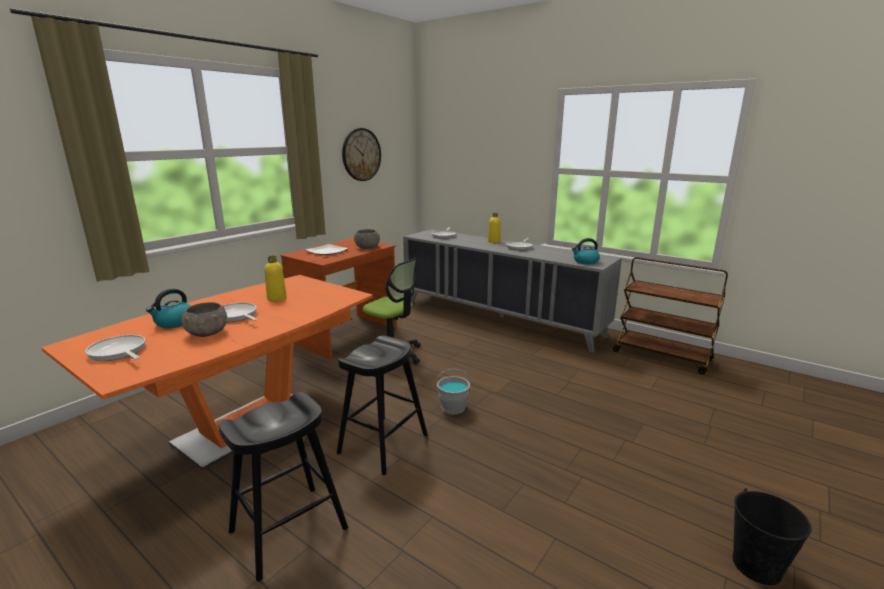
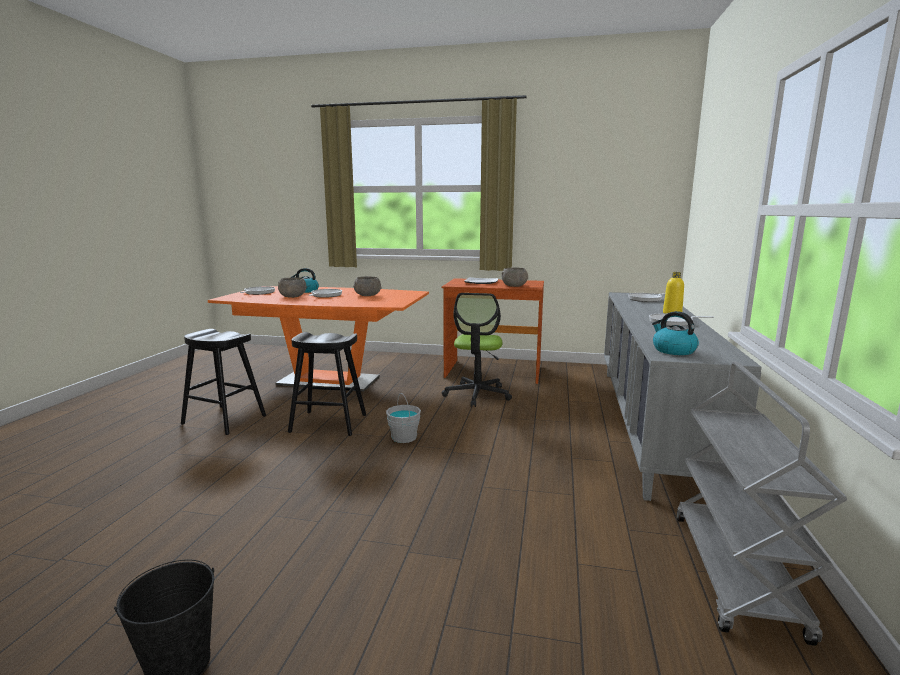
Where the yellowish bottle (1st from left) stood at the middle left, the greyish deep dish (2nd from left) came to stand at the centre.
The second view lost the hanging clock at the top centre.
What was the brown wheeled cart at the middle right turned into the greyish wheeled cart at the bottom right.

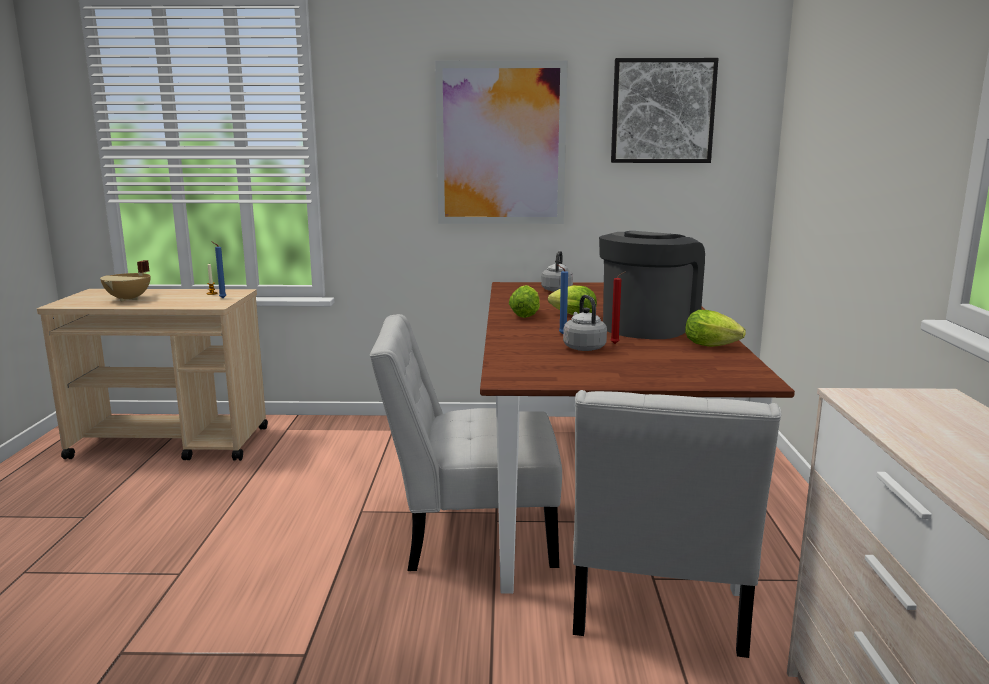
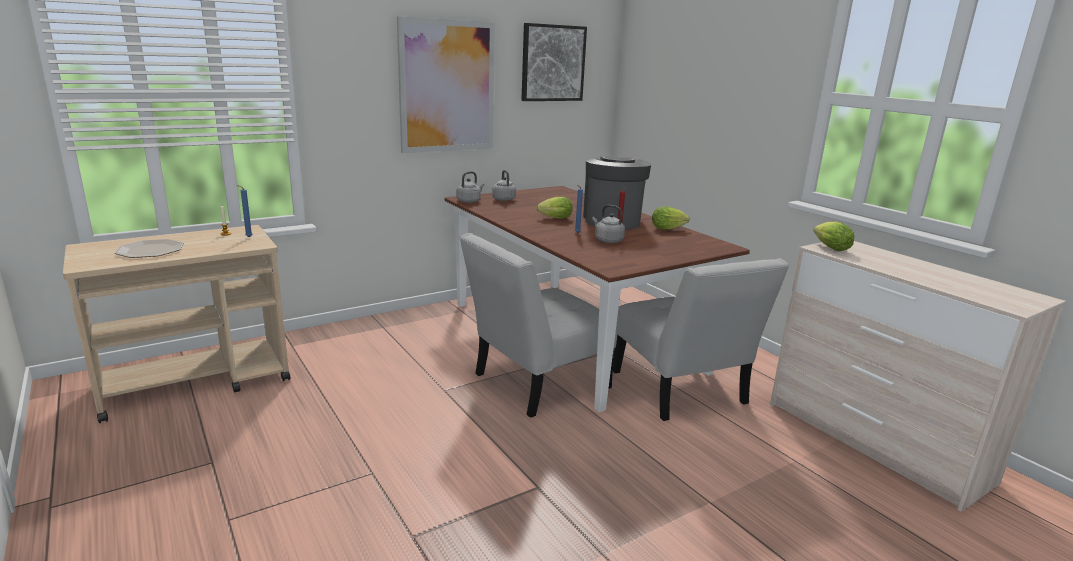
Where the sand-coloured saucepot stood at the middle left, the flat dish came to stand at the middle left.
The lettuce (1st from left in the first image) ended up elsewhere, having gone from the centre to the middle right.
The second view gained the greyish kettle (1st from left) at the centre.

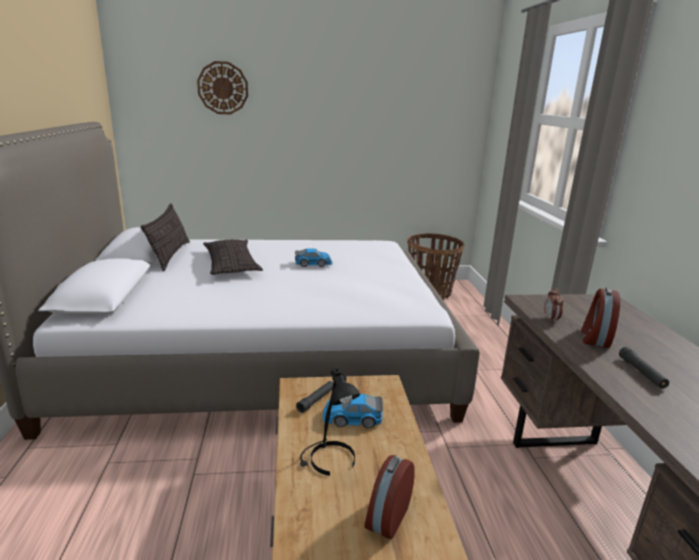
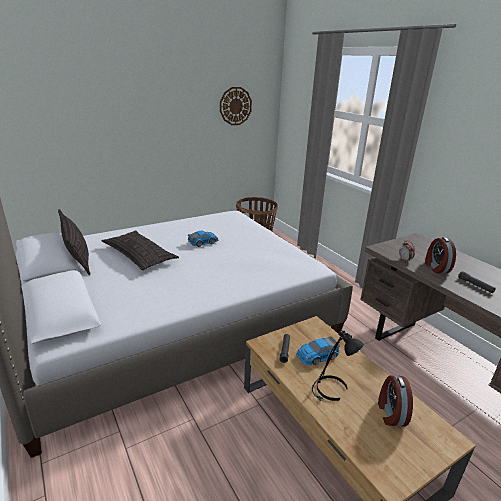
The hanging clock ended up elsewhere, having gone from the top left to the top centre.

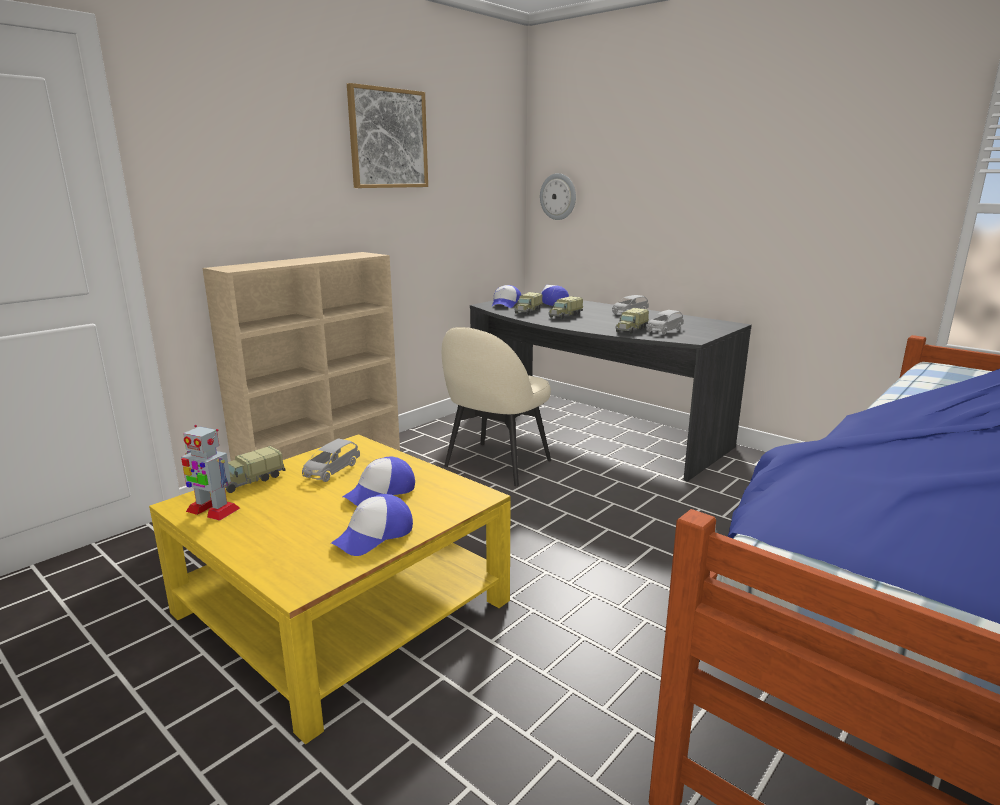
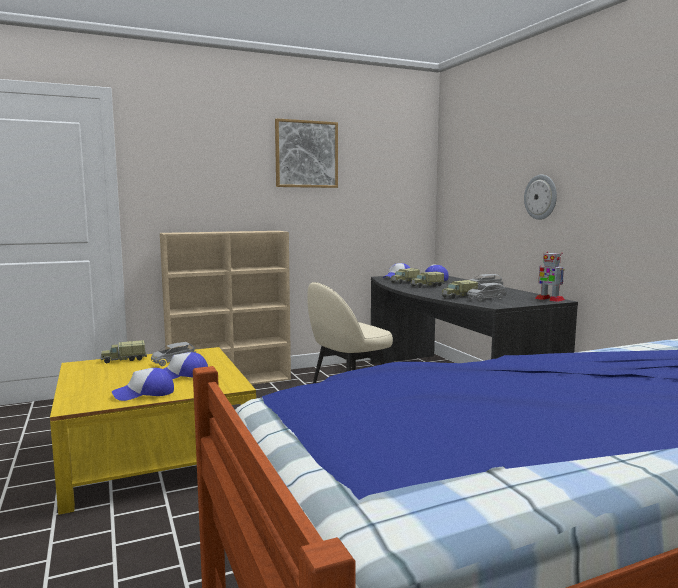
The model robot ended up elsewhere, having gone from the middle left to the middle right.
The hanging clock ended up elsewhere, having gone from the top centre to the middle right.

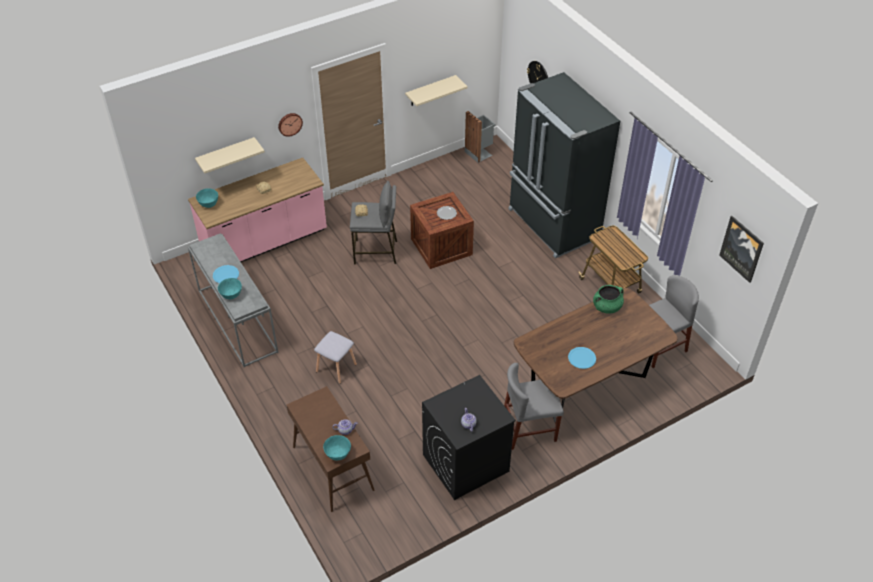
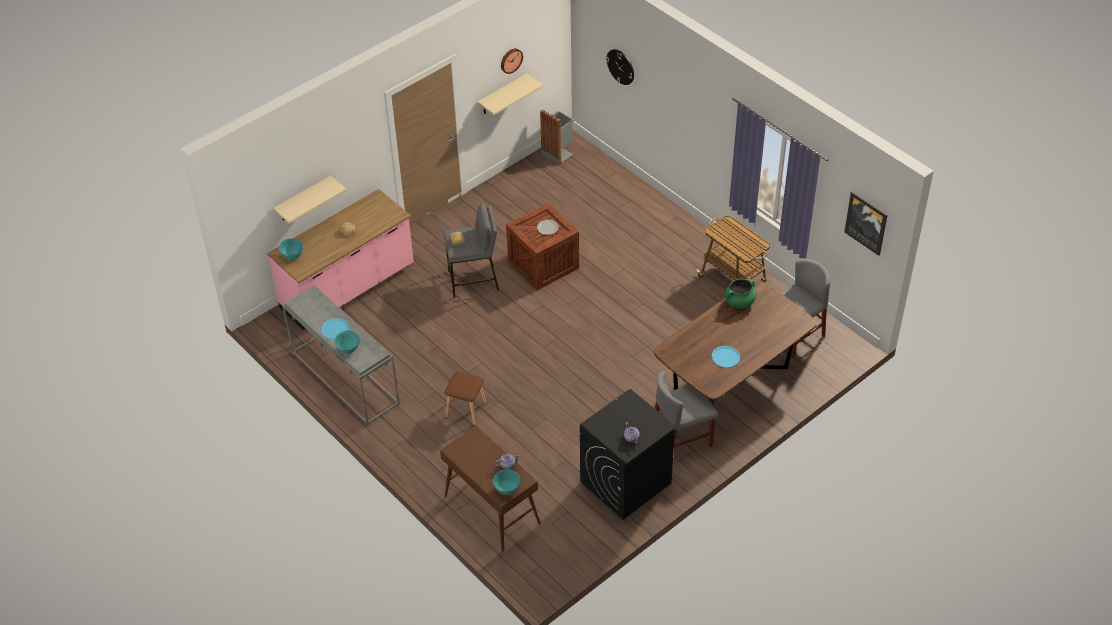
The hanging clock (1st from left) ended up elsewhere, having gone from the top left to the top centre.
What was the greyish sitting stool (1st from left) at the centre turned into the brown sitting stool at the centre.
The second view lost the blackish kitchen fridge at the top centre.

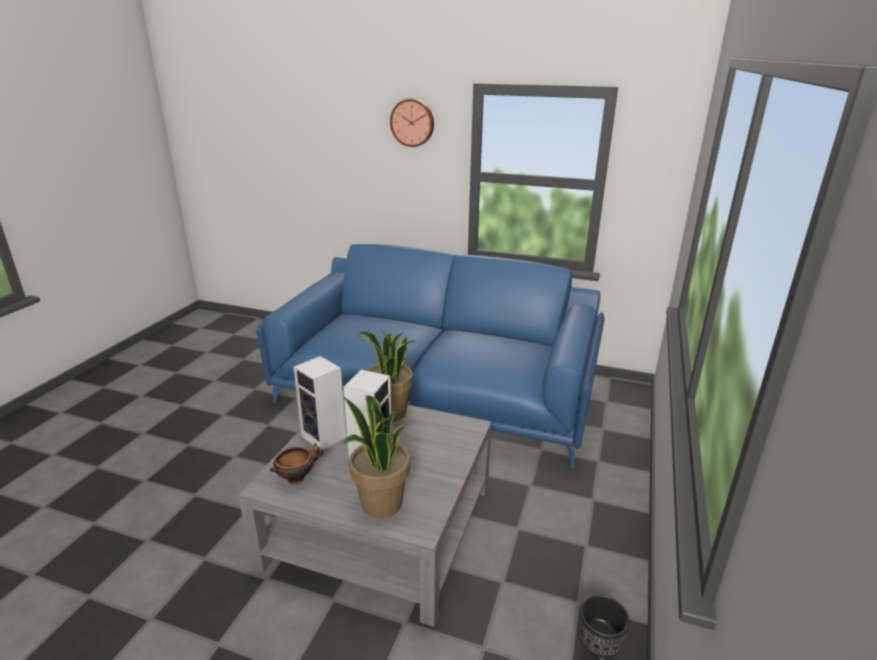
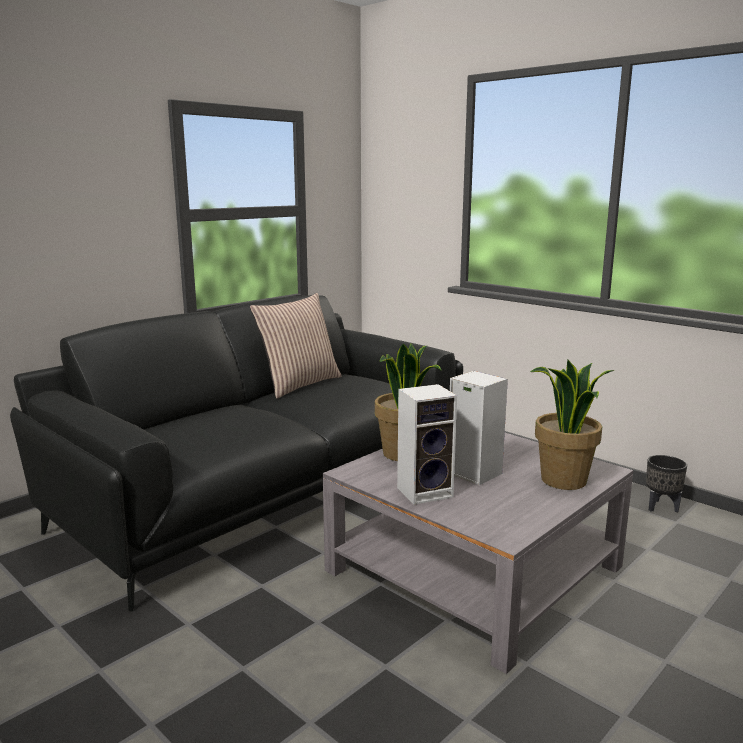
What was the bluish settee at the centre turned into the blackish settee at the middle left.
The second view lost the deep dish at the bottom centre.
The second view lost the hanging clock at the top centre.
The second view gained the pillow at the centre.

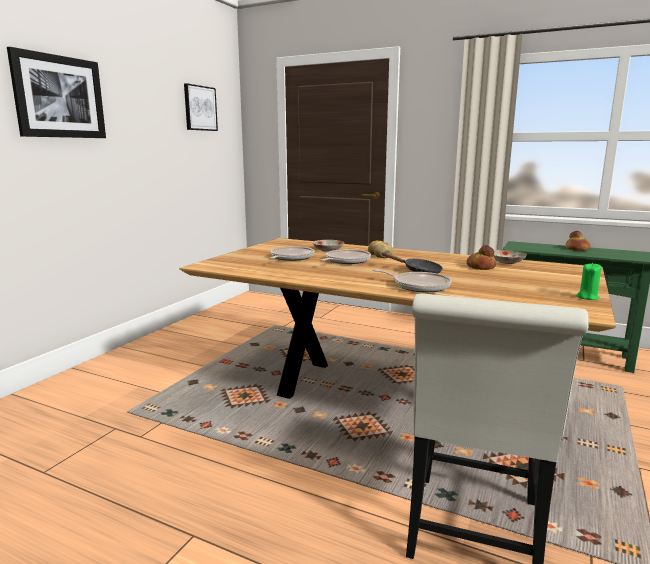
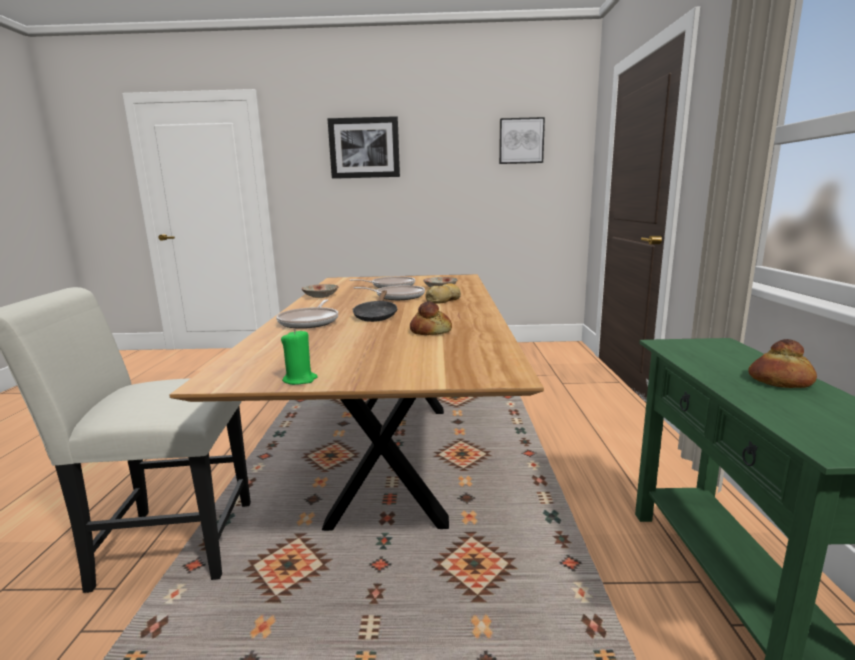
The flat dish (2nd from left in the first image) ended up elsewhere, having gone from the middle right to the centre.

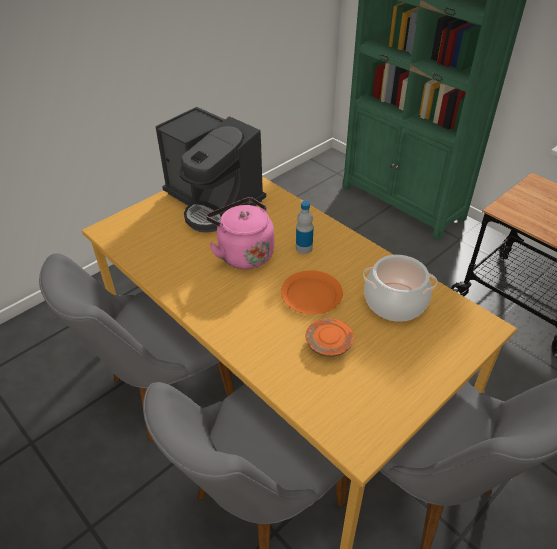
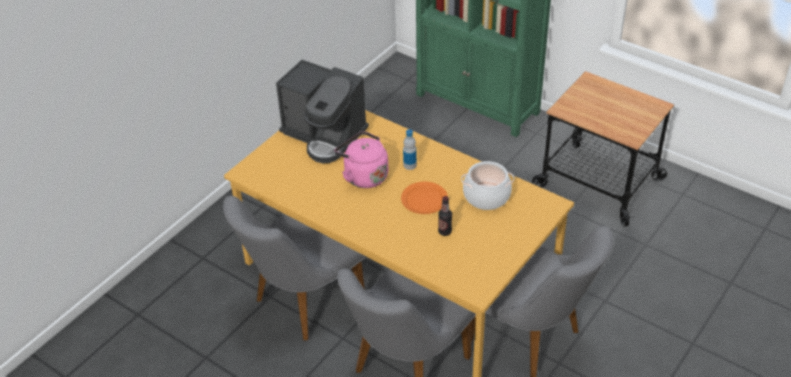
Where the orangey flat dish (2nd from left) stood at the centre, the bottle (2nd from left) came to stand at the centre.

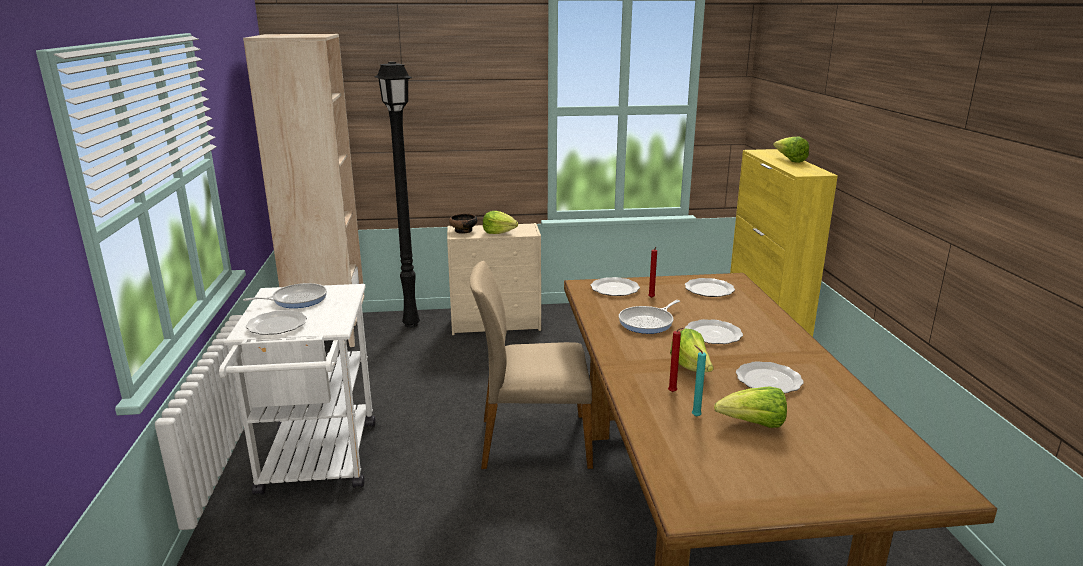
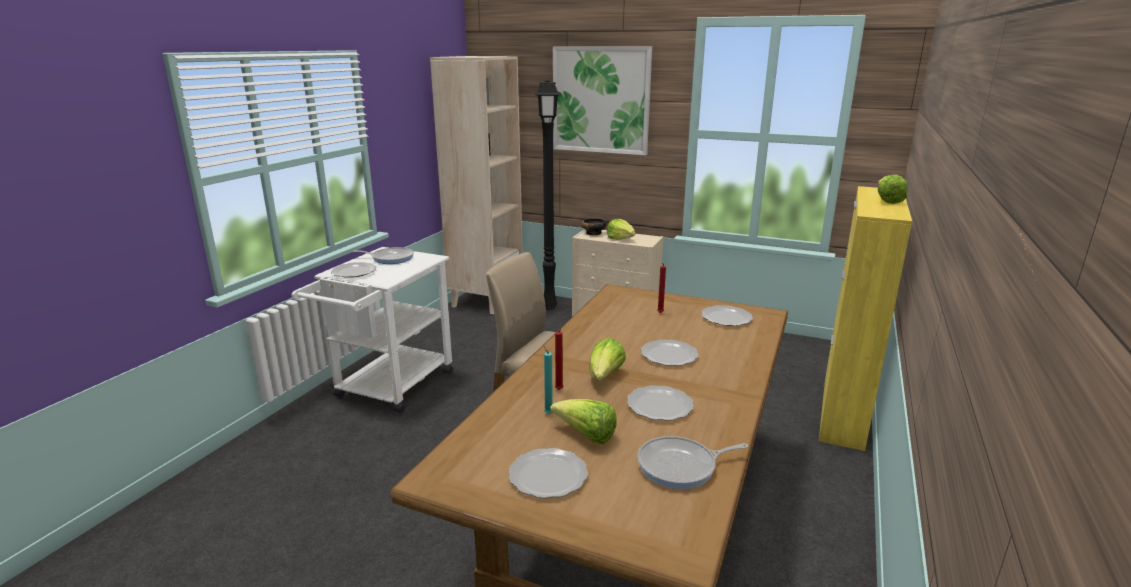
The flat dish (2nd from left) ended up elsewhere, having gone from the centre to the bottom centre.
The pan (2nd from left) ended up elsewhere, having gone from the centre to the bottom centre.
The second view gained the wall art at the top centre.

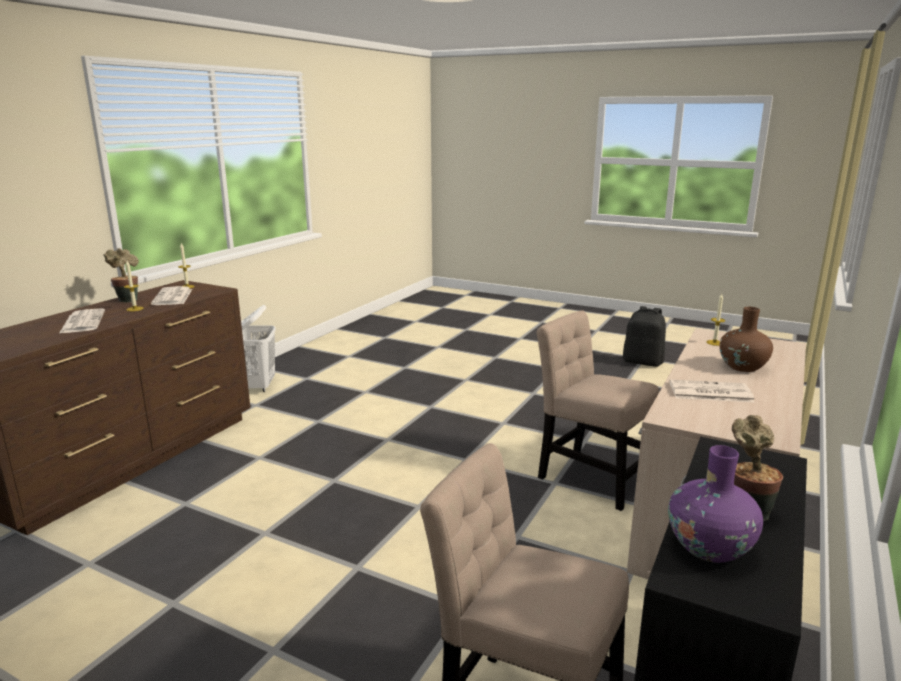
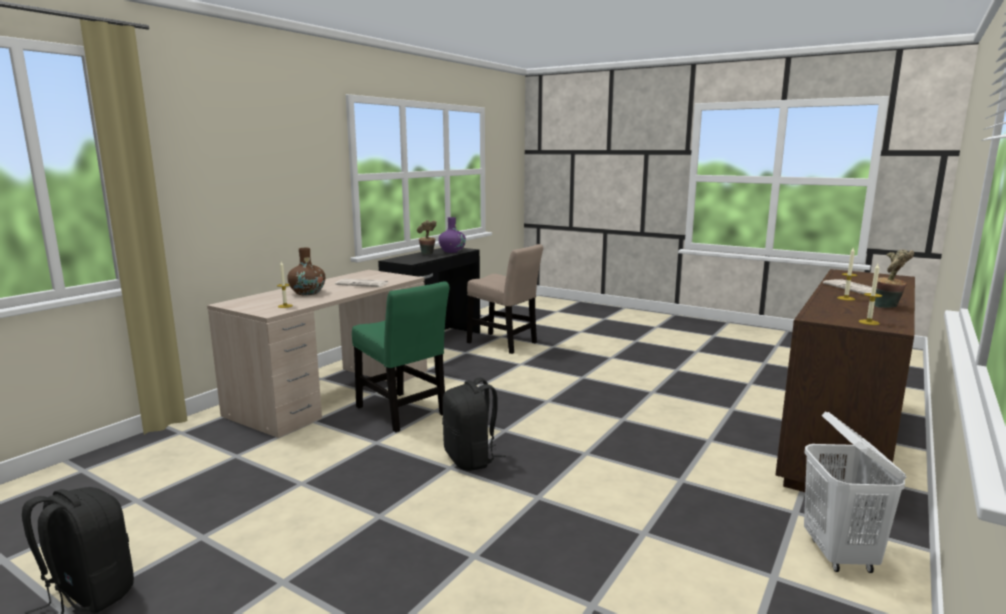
The second view lost the daily paper (2nd from left) at the middle left.
What was the sand-coloured plain chair (2nd from left) at the centre turned into the greenish plain chair at the centre.
The second view gained the blackish knapsack (2nd from left) at the bottom centre.

